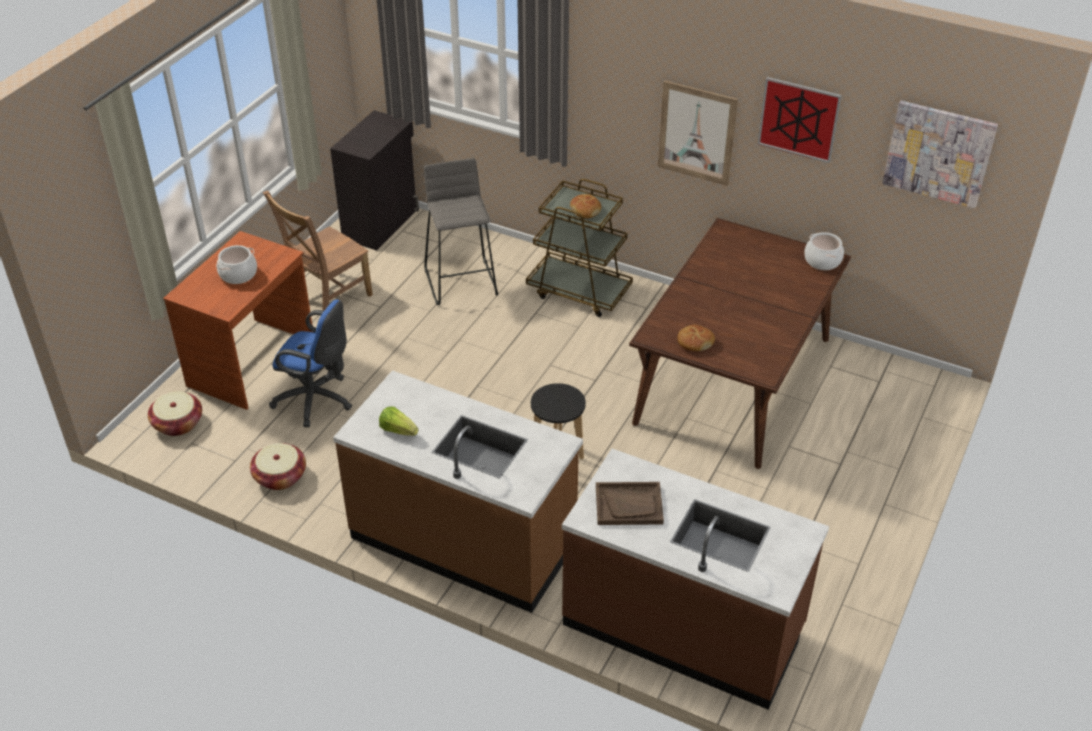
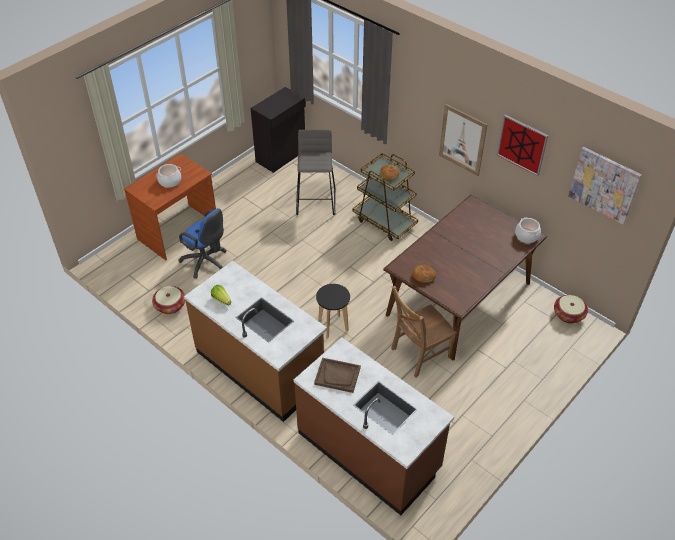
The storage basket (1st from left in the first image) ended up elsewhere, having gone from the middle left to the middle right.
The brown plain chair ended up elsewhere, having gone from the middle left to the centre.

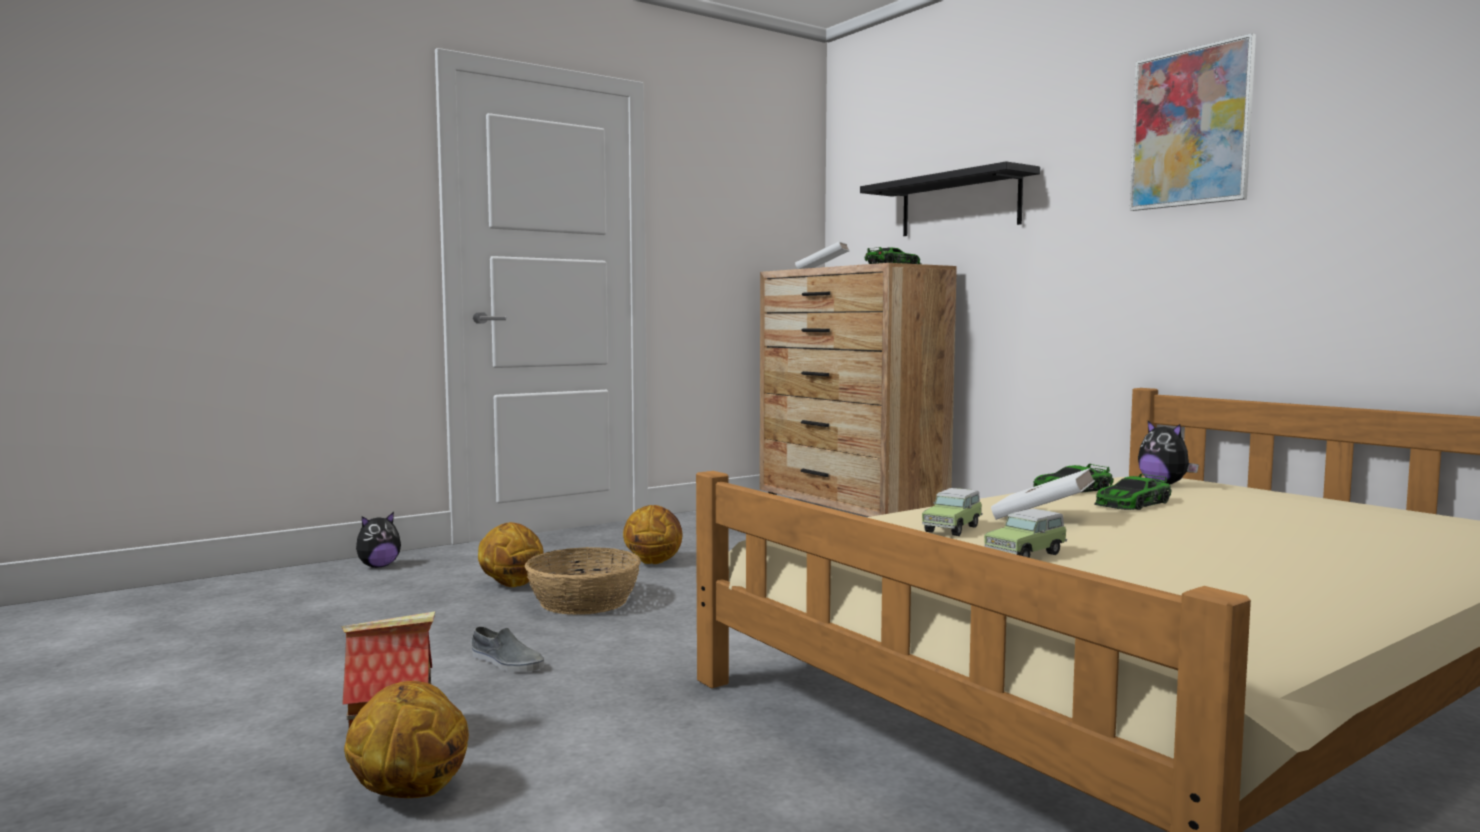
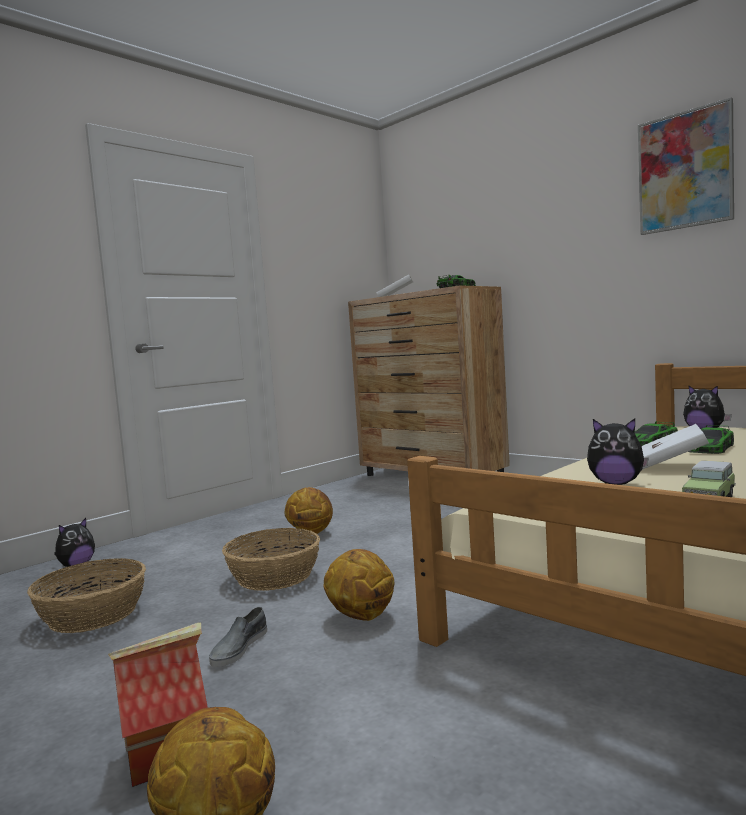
The greyish shoe at the bottom centre ended up facing another way, 90 degrees clockwise from before.
The basketball ball (2nd from left in the first image) ended up elsewhere, having gone from the centre to the bottom centre.
The second view lost the blackish wall shelf at the top centre.
Where the toy car (2nd from left) stood at the centre, the soft toy (2nd from left) came to stand at the middle right.
The second view gained the storage basket (1st from left) at the bottom left.

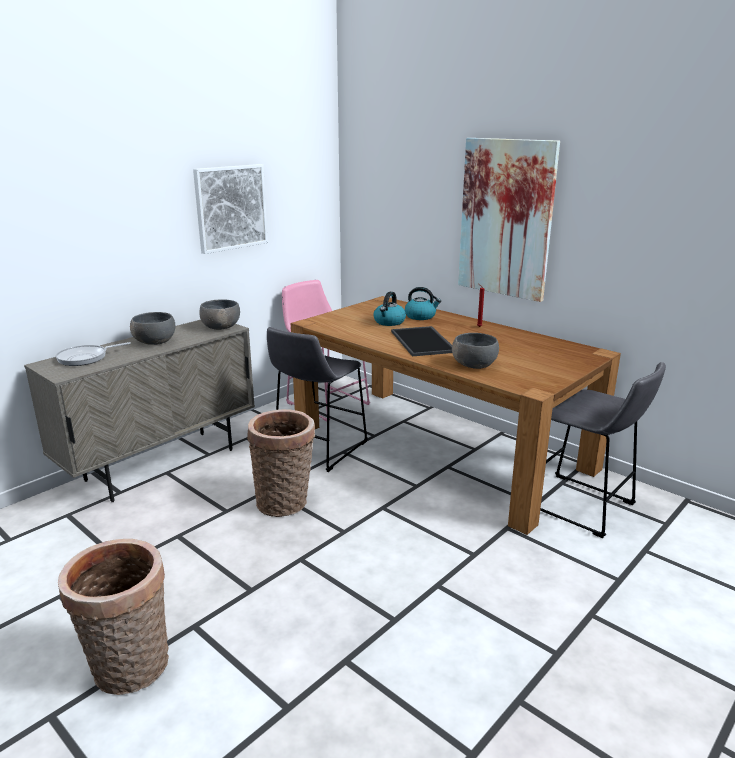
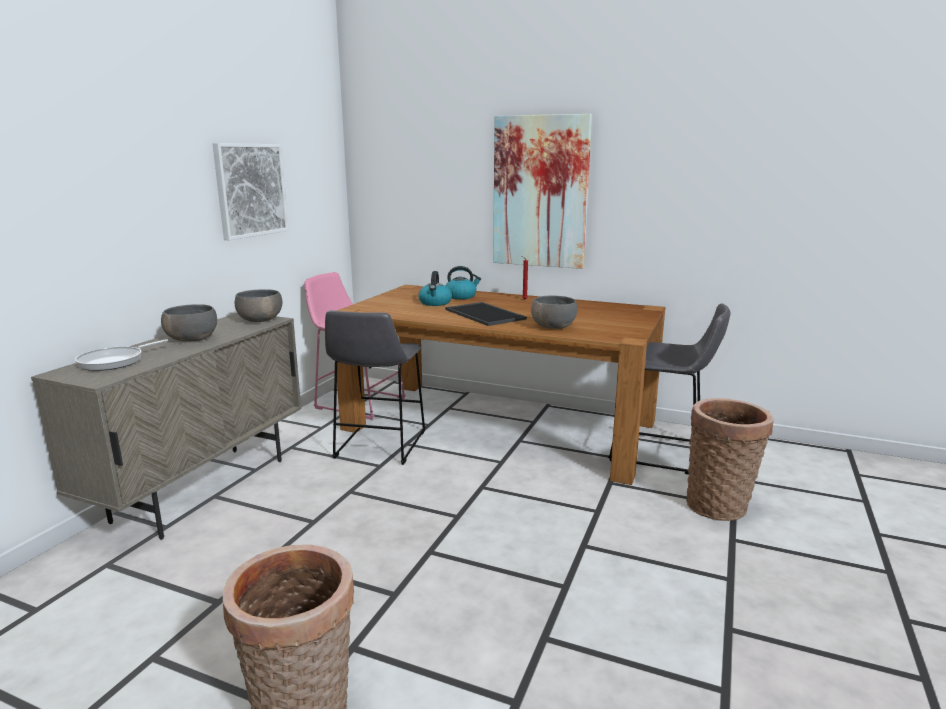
The storage basket (2nd from left) ended up elsewhere, having gone from the centre to the middle right.

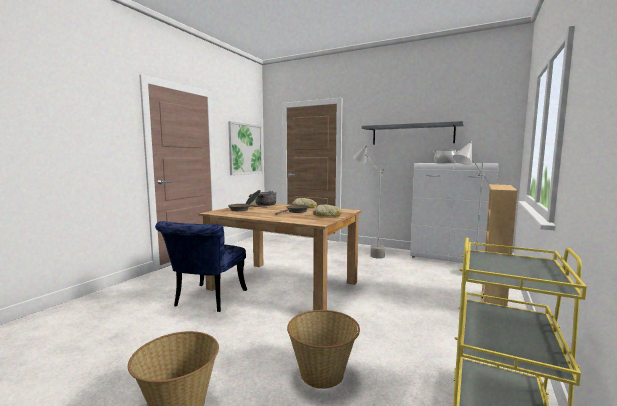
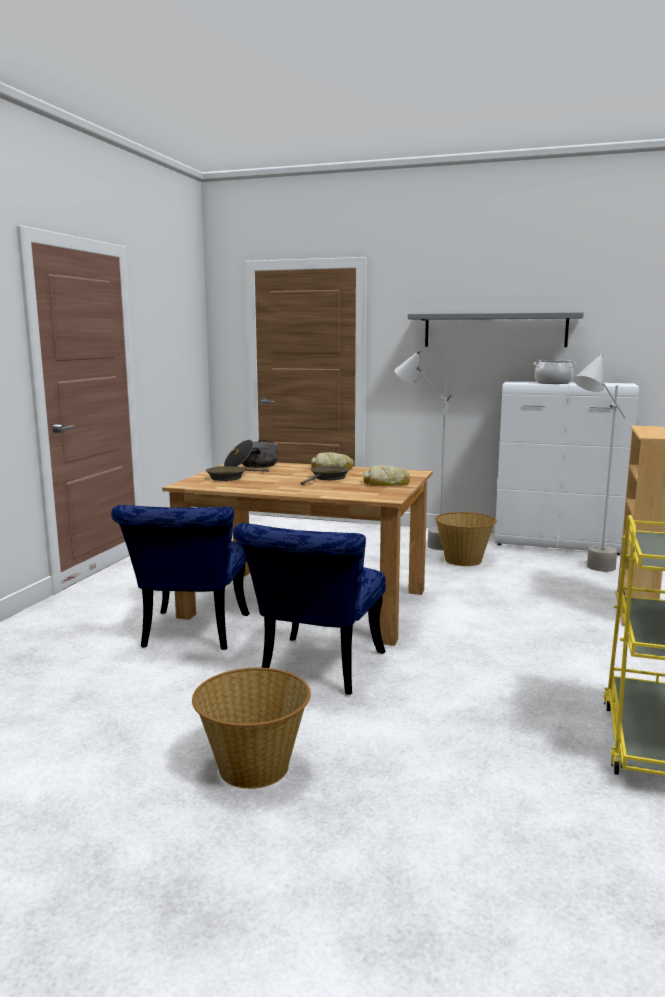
The second view lost the wall art at the centre.
The storage basket (2nd from left) ended up elsewhere, having gone from the bottom centre to the middle right.
The second view gained the bluish plain chair (2nd from left) at the centre.

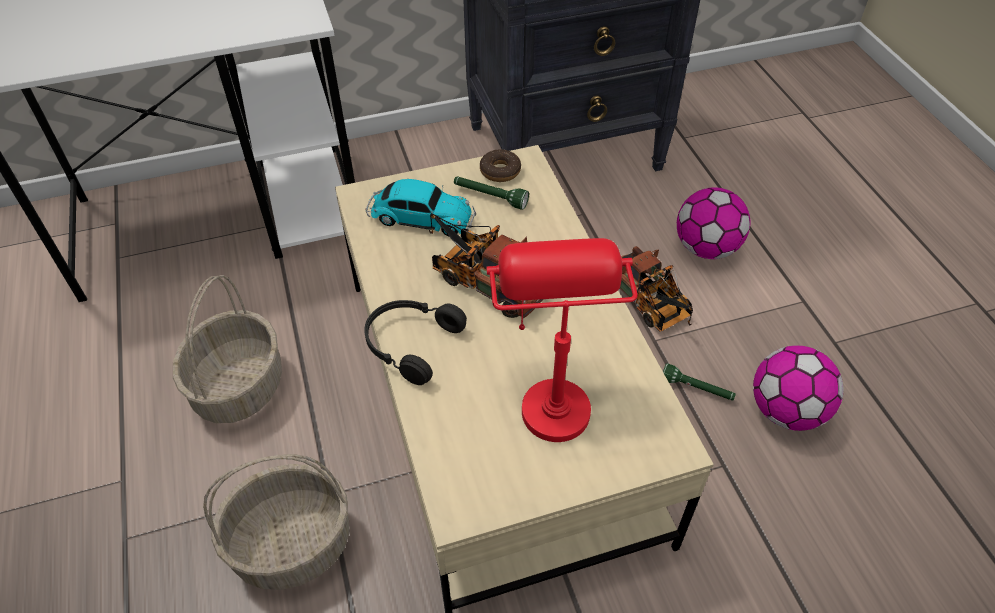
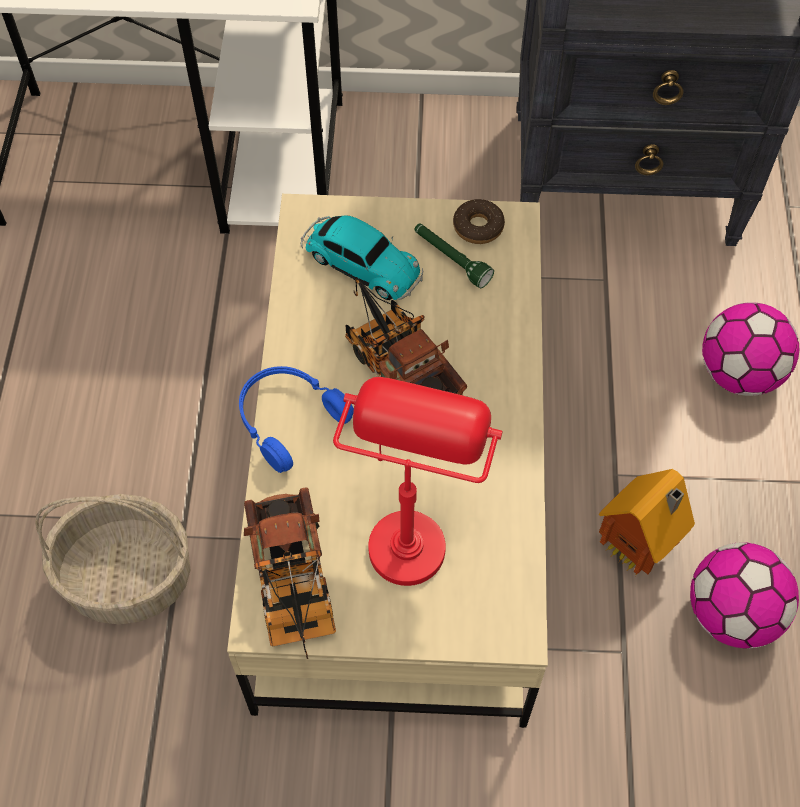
The second view lost the storage basket (1st from left) at the middle left.
What was the blackish headphones at the centre turned into the bluish headphones at the centre.
The toy lorry (2nd from left in the first image) ended up elsewhere, having gone from the centre to the bottom centre.
Where the greenish flashlight (2nd from left) stood at the middle right, the toy house came to stand at the middle right.

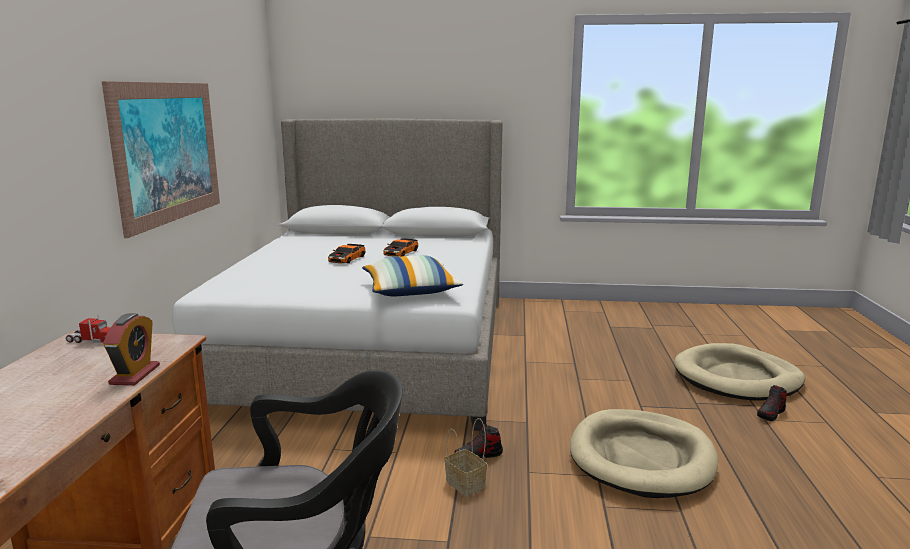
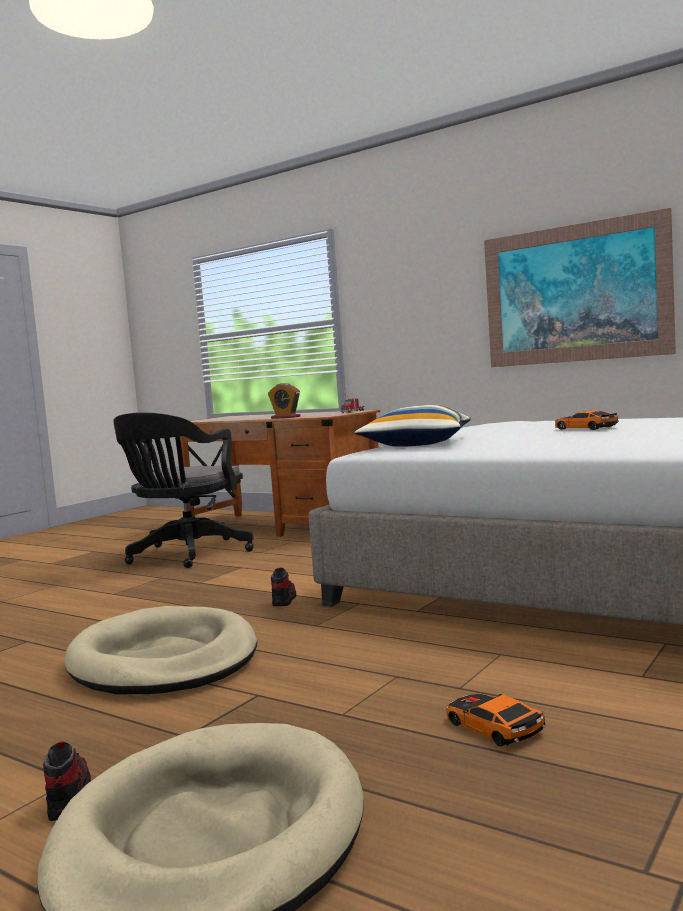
The toy car (2nd from left in the first image) ended up elsewhere, having gone from the centre to the bottom right.
The second view lost the storage basket at the bottom centre.

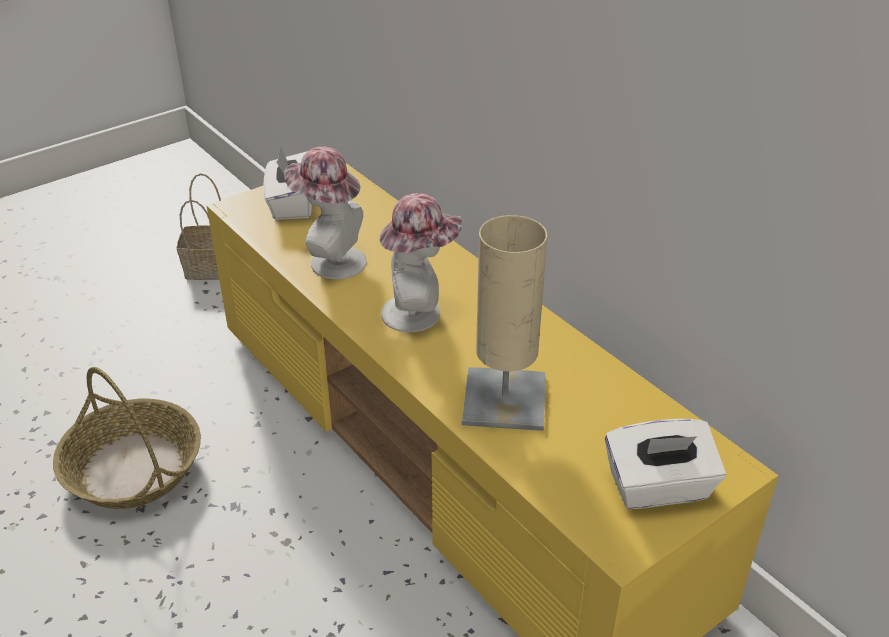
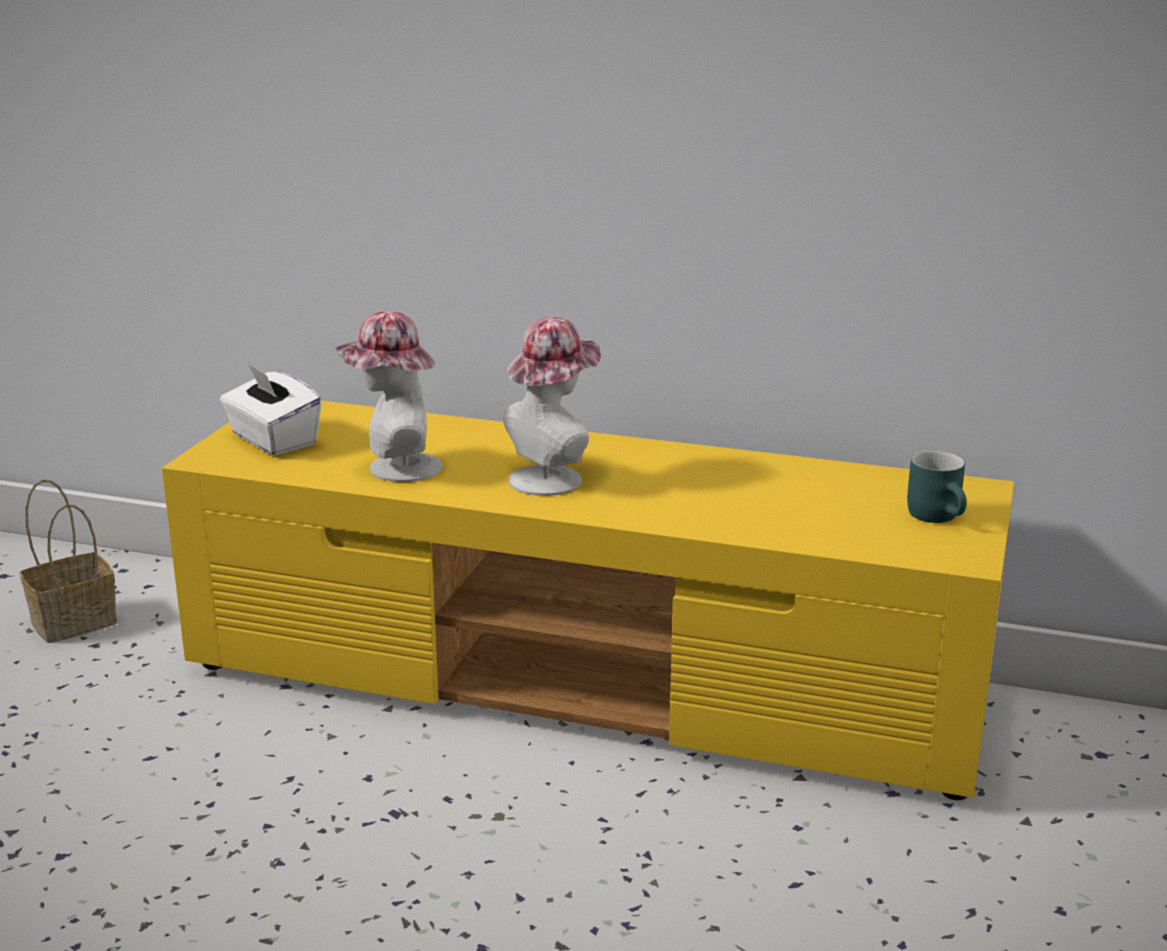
The second view lost the storage basket (1st from left) at the bottom left.
The second view lost the sand-coloured table lamp at the centre.
Where the white-coloured tissue box (2nd from left) stood at the bottom right, the blue-green tea mug came to stand at the middle right.

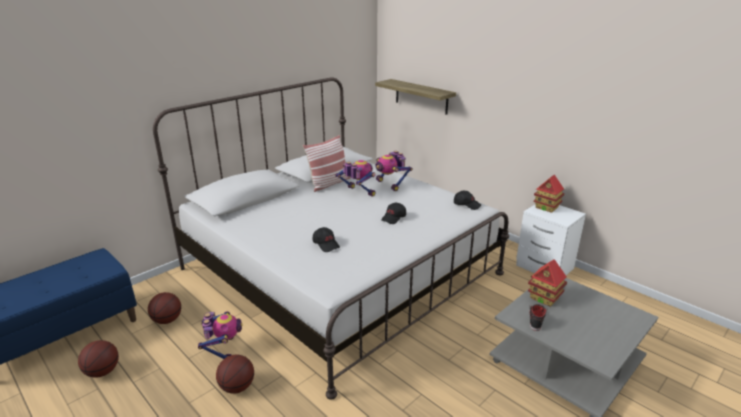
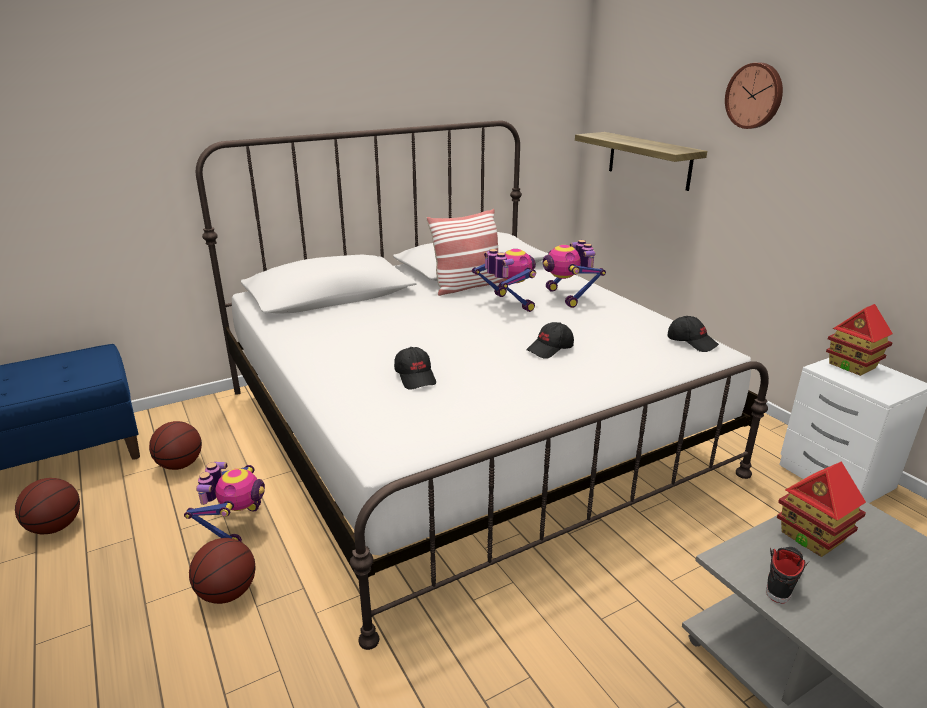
The second view gained the hanging clock at the top right.

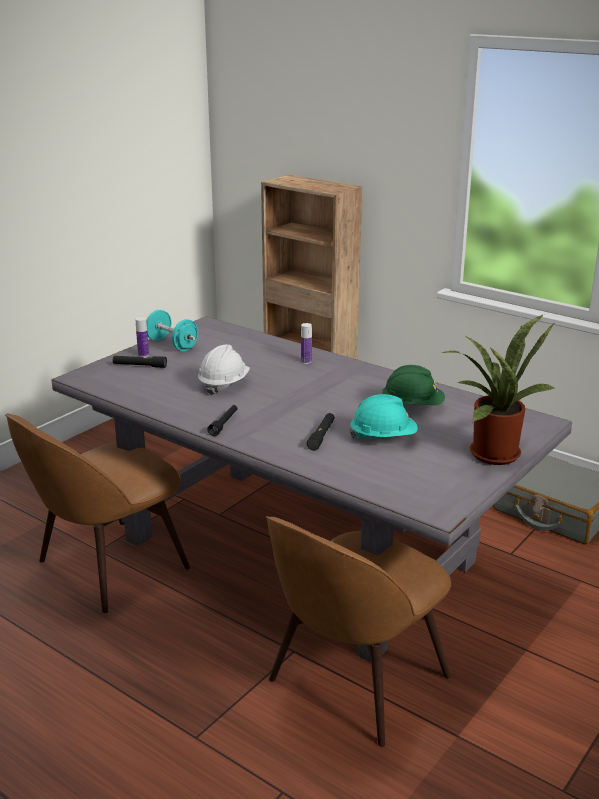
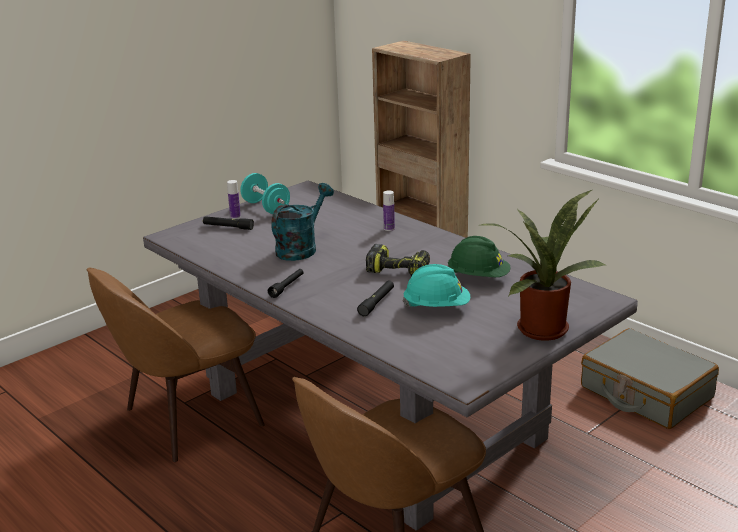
Where the white-coloured safety helmet stood at the centre, the blue-green sprinkling can came to stand at the centre.
The second view gained the power drill at the centre.

